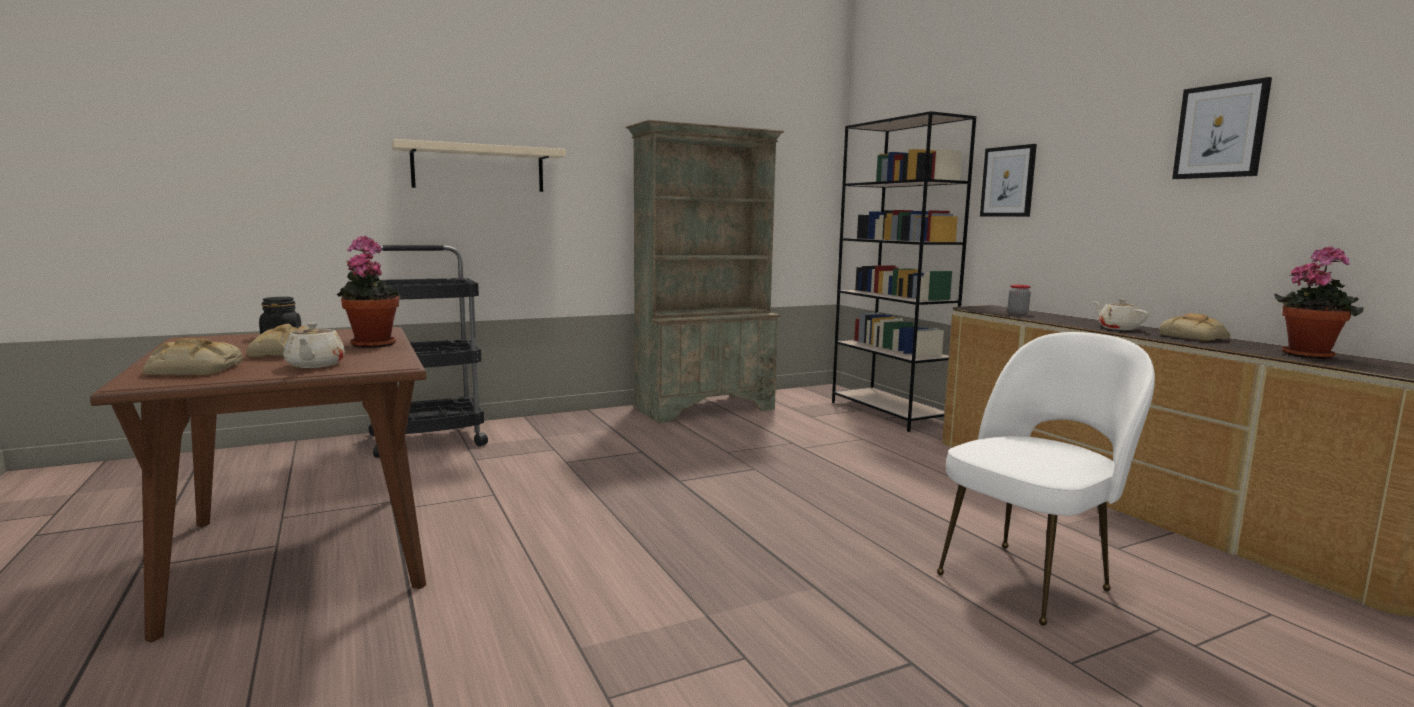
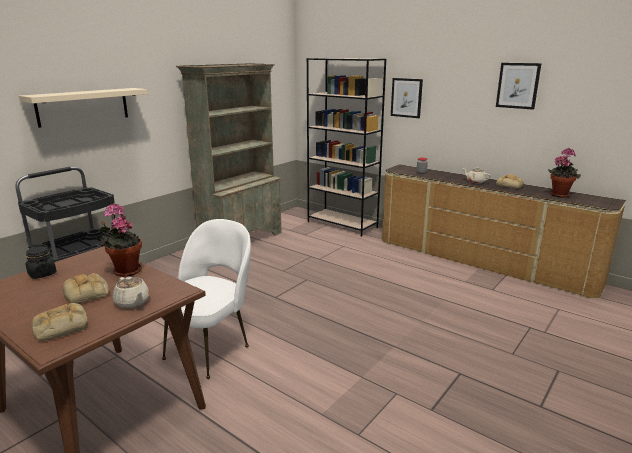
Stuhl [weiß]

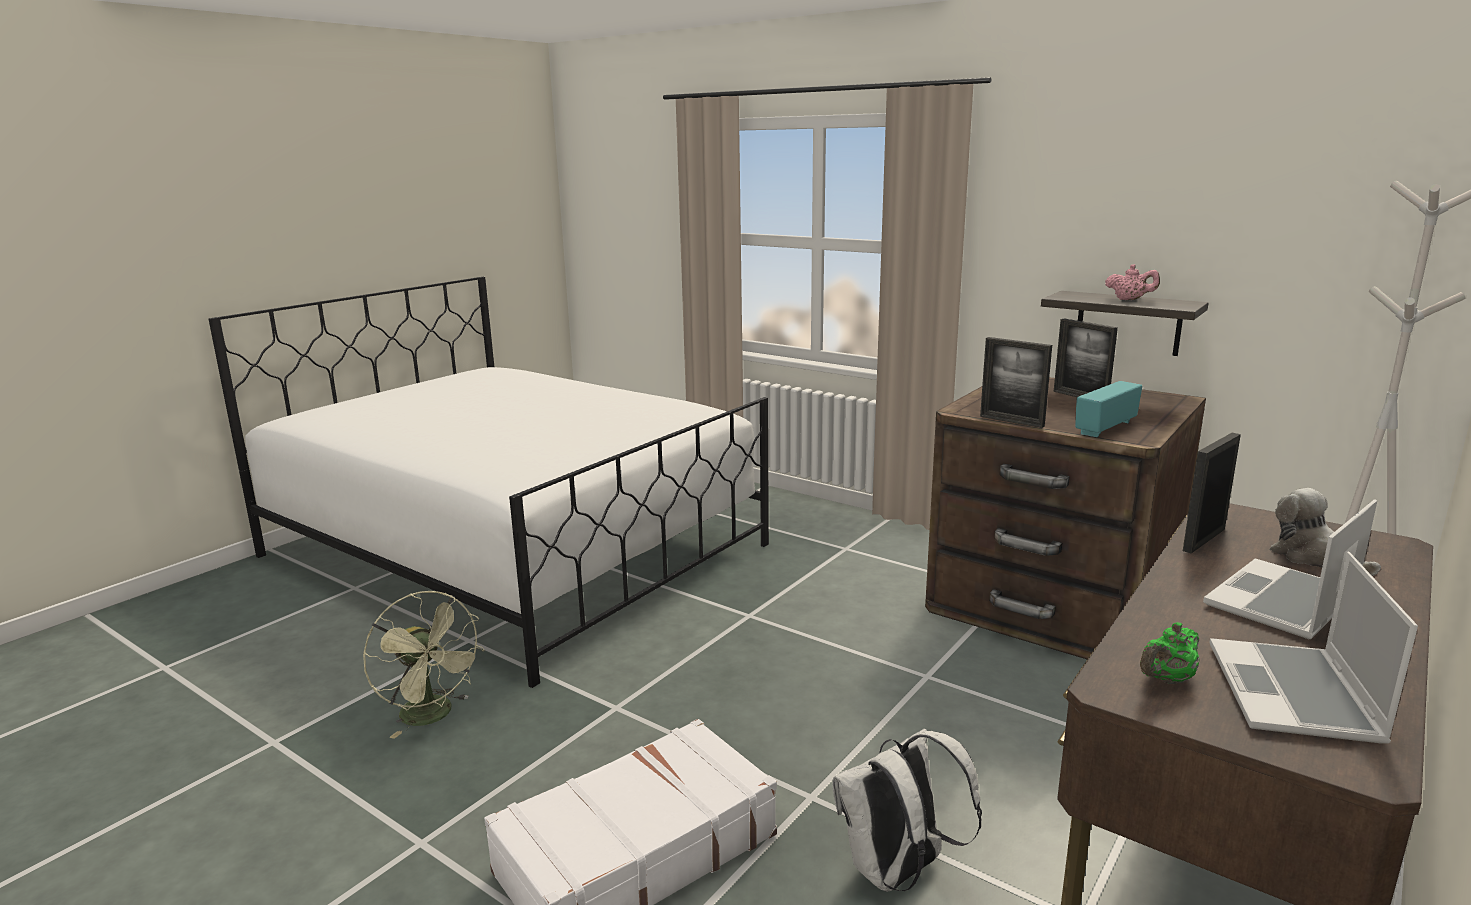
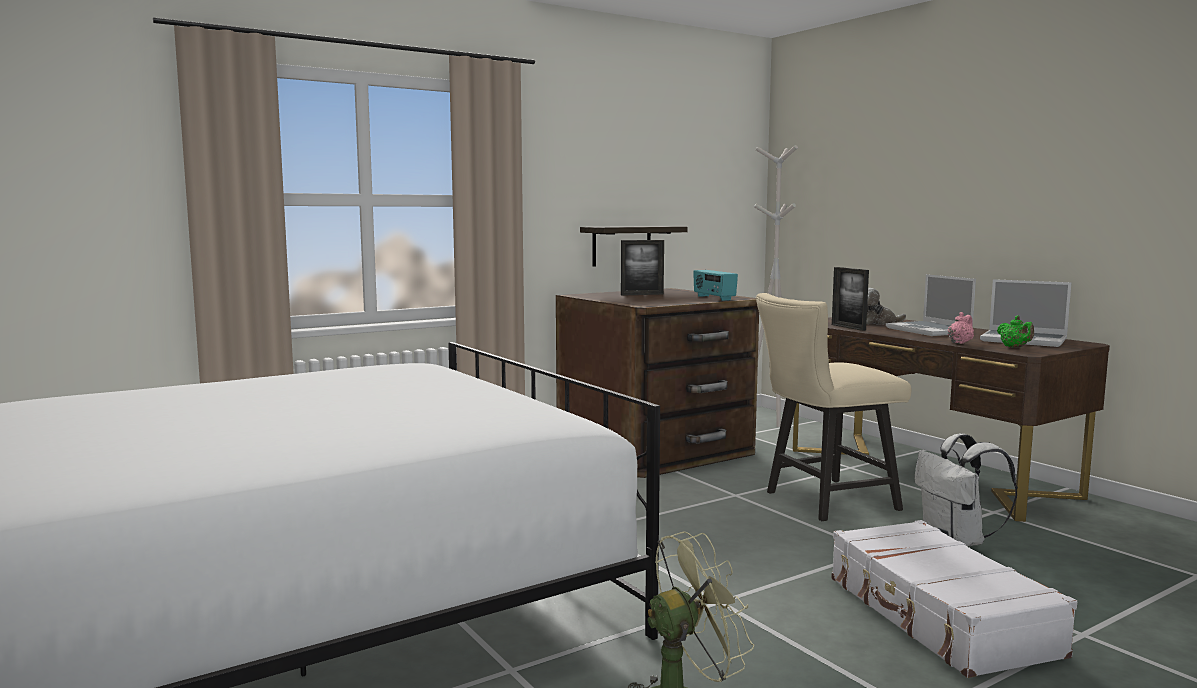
Bilderrahmen (no. 1 from left in the first image); Stuhl [beige]; Teekanne [rosa]

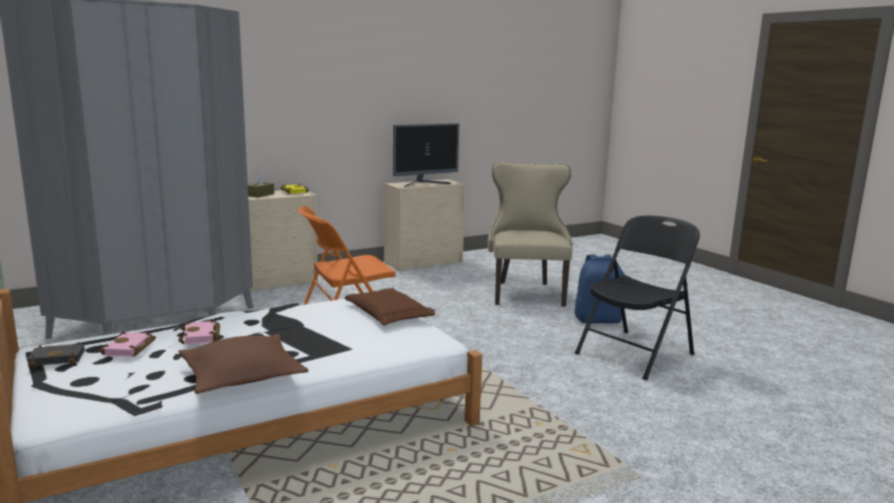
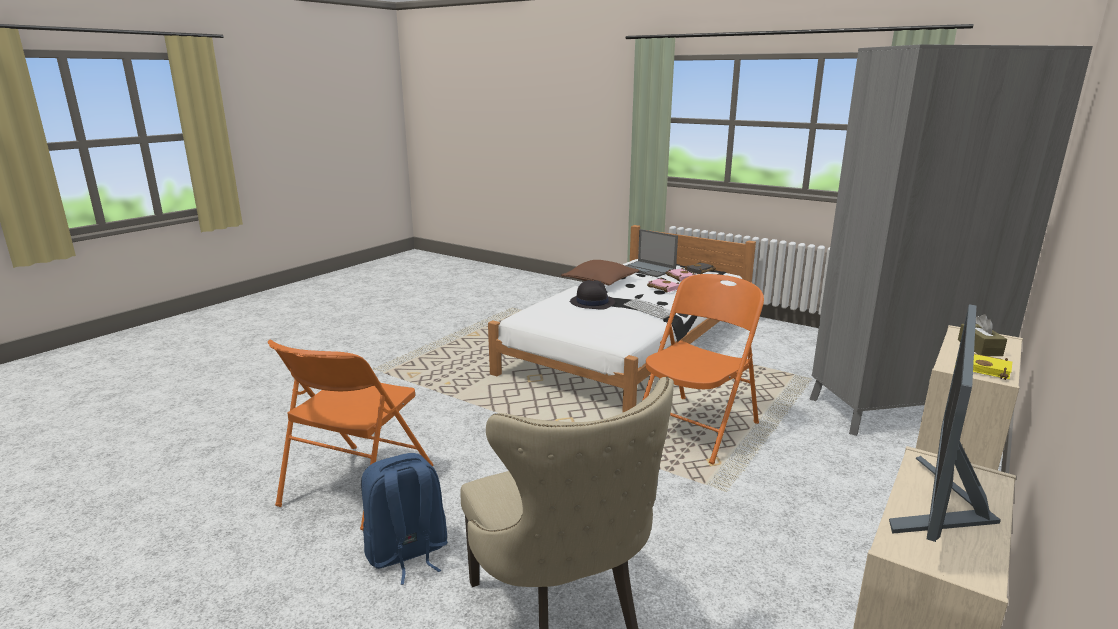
Kissen [braun] (no. 2 from left in the first image); Hut [schwarz]; Tastatur; Laptop; Stuhl [orange] (no. 1 from left)

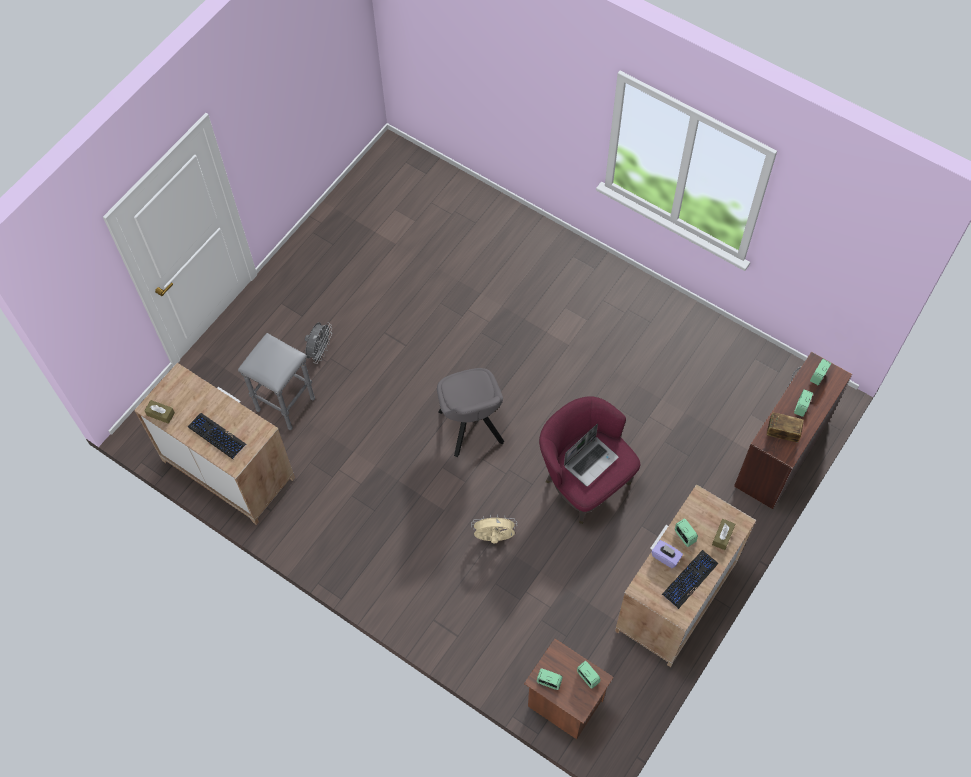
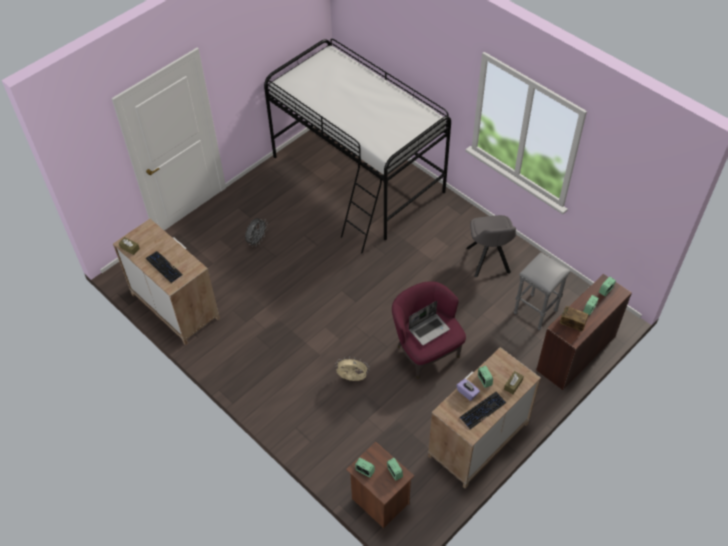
Bett [schwarz]; Hocker [grau]; Stuhl [grau]

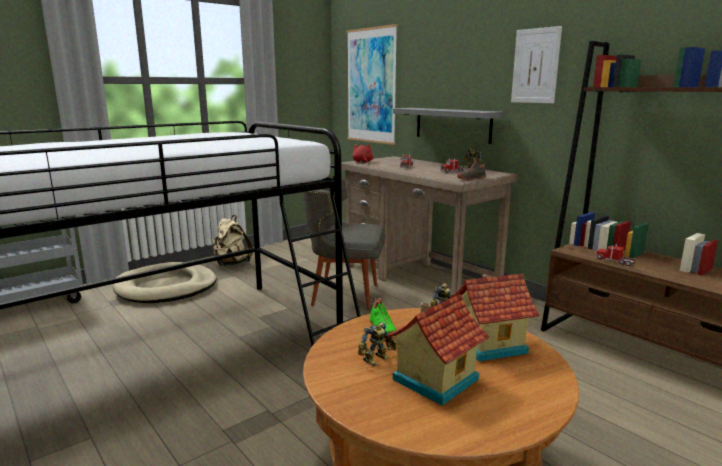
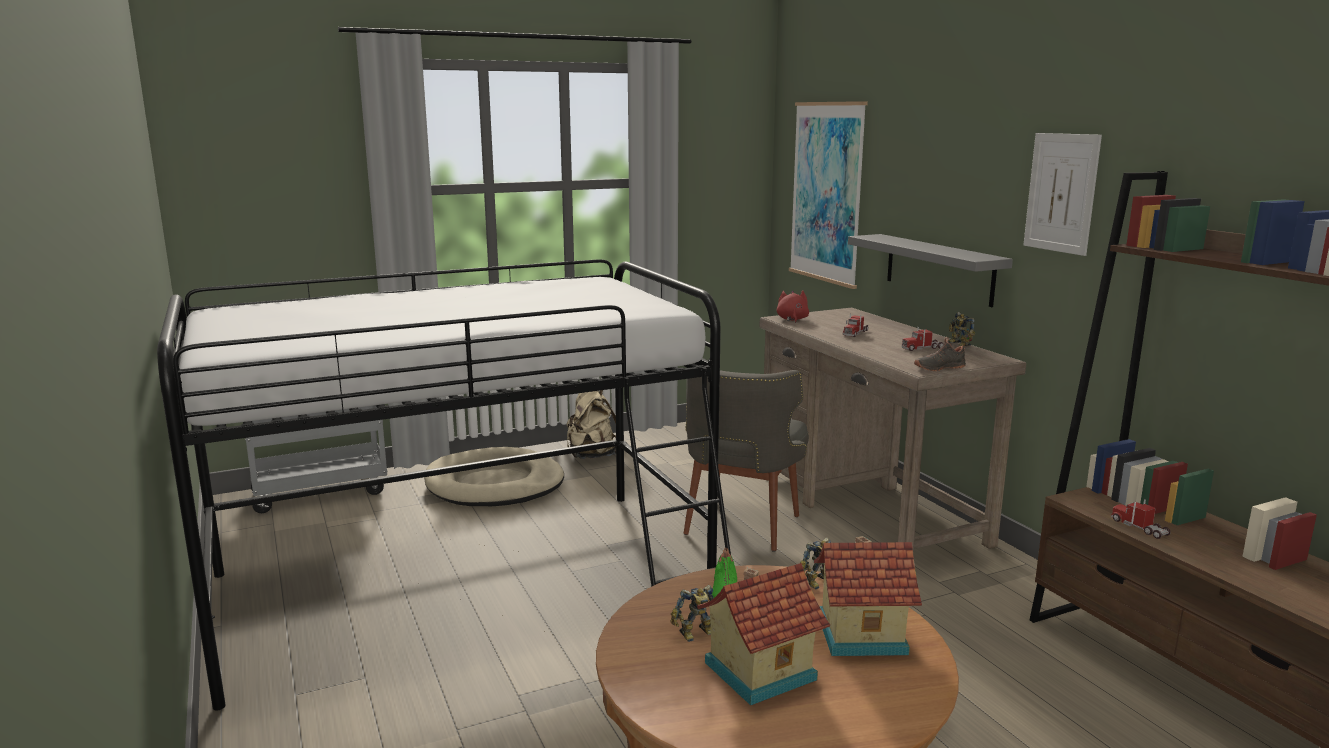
Stuhl [grau]

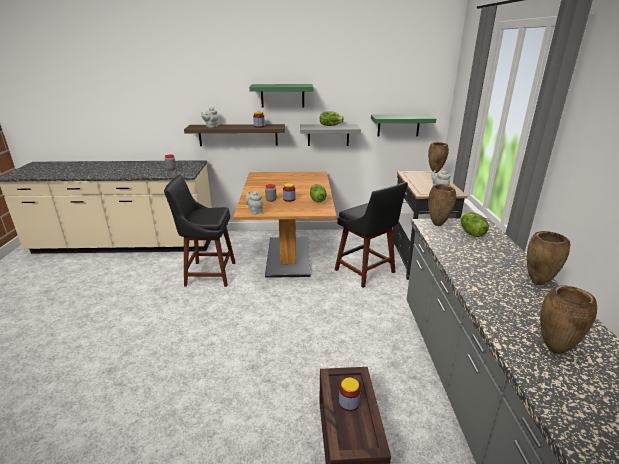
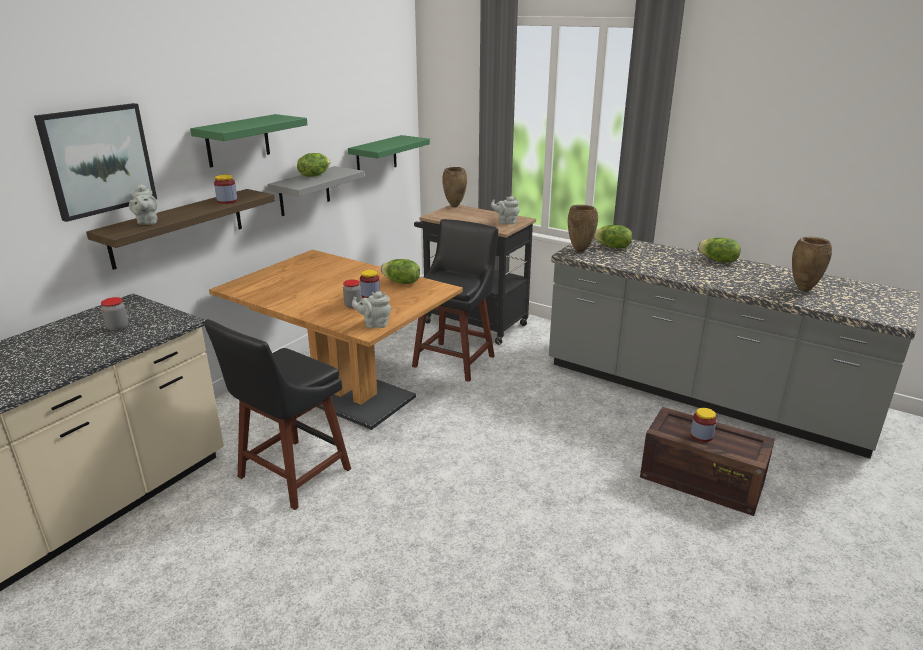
Bild; Salatkopf (no. 4 from left); Stuhl [schwarz] (no. 2 from left)

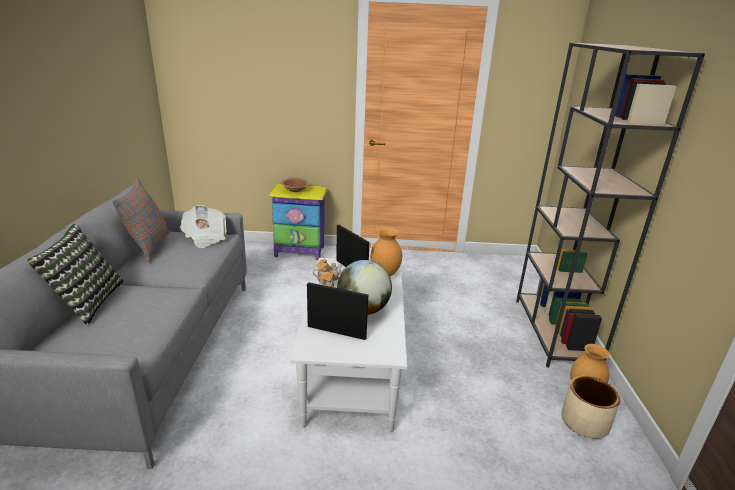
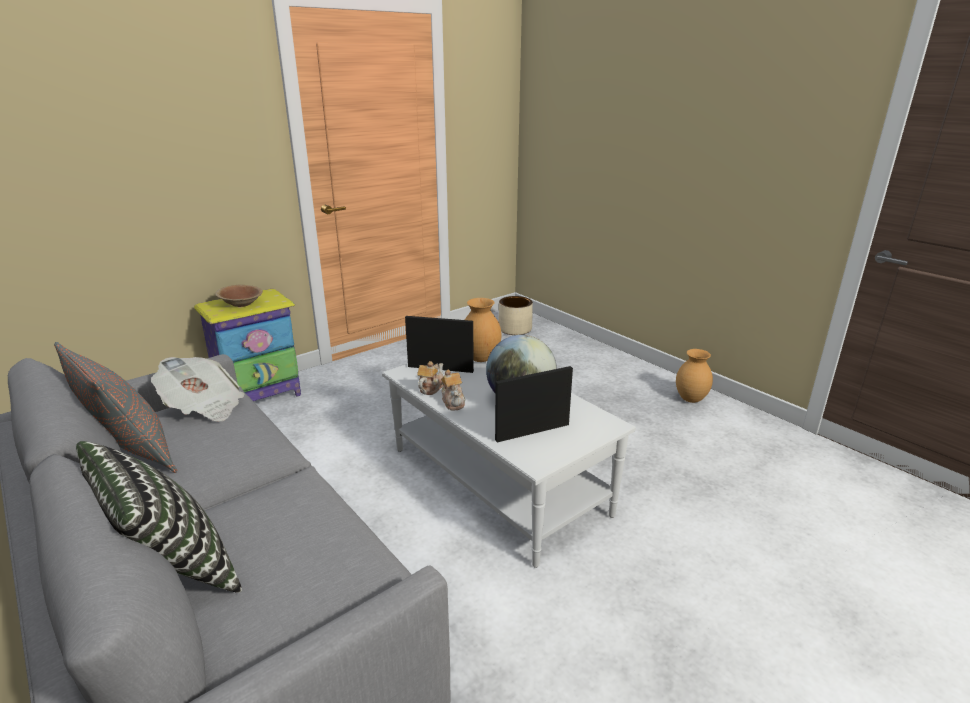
Bücherregal; Pflanzkübel [beige]

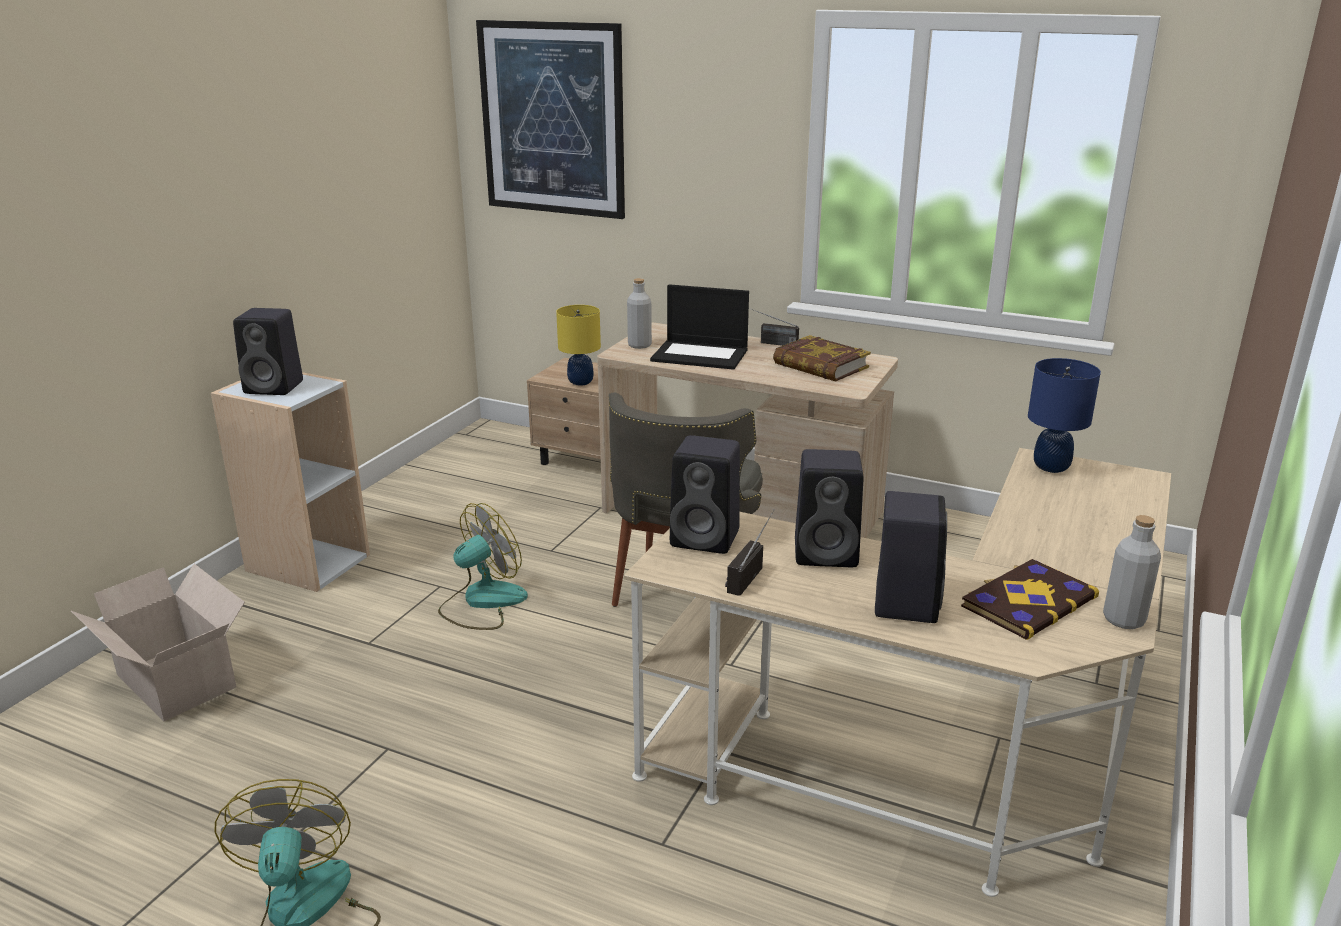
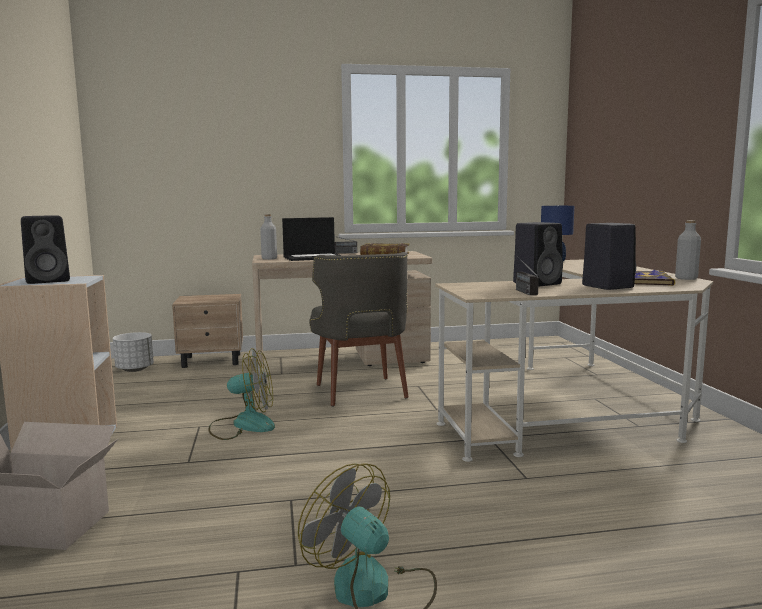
Bild; Tischlampe [gelb]; Lautsprecher [schwarz] (no. 2 from left in the first image); Pflanzkübel [weiß]; Ventilator (no. 1 from left)

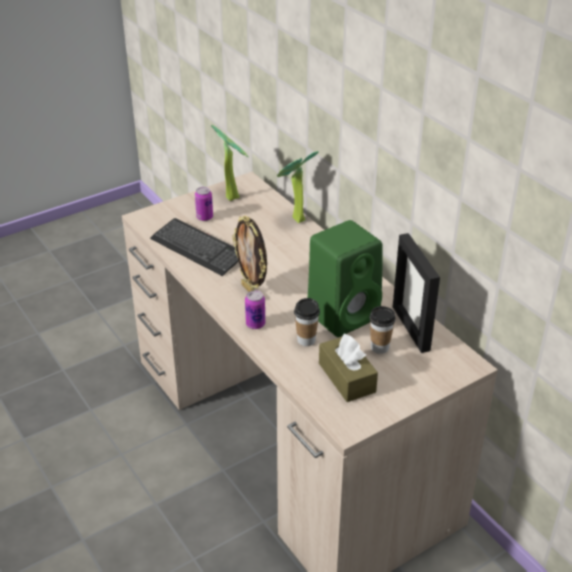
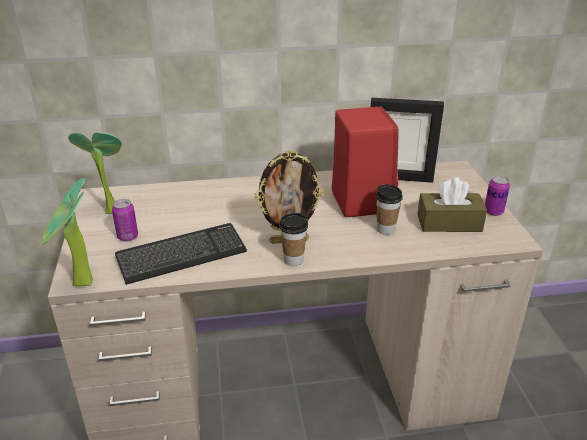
Dose (no. 2 from left); Topfpflanze (no. 1 from left); Tasse (no. 1 from left); Lautsprecher [rot]

